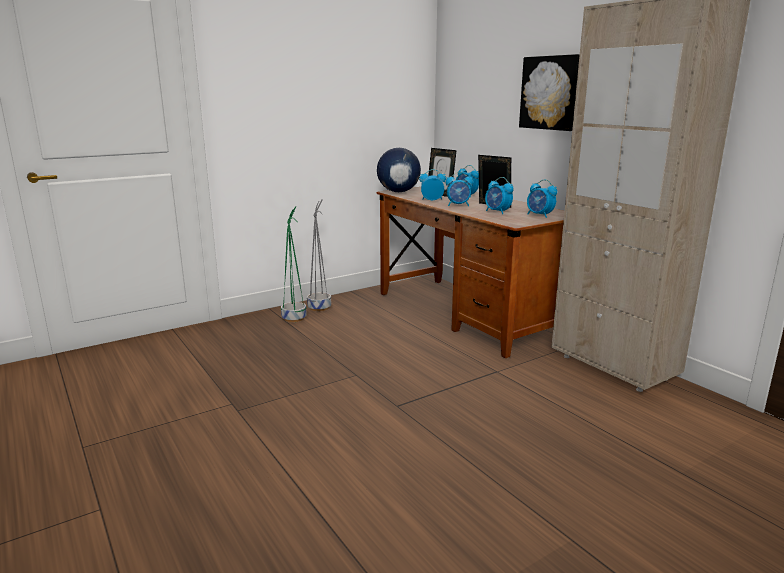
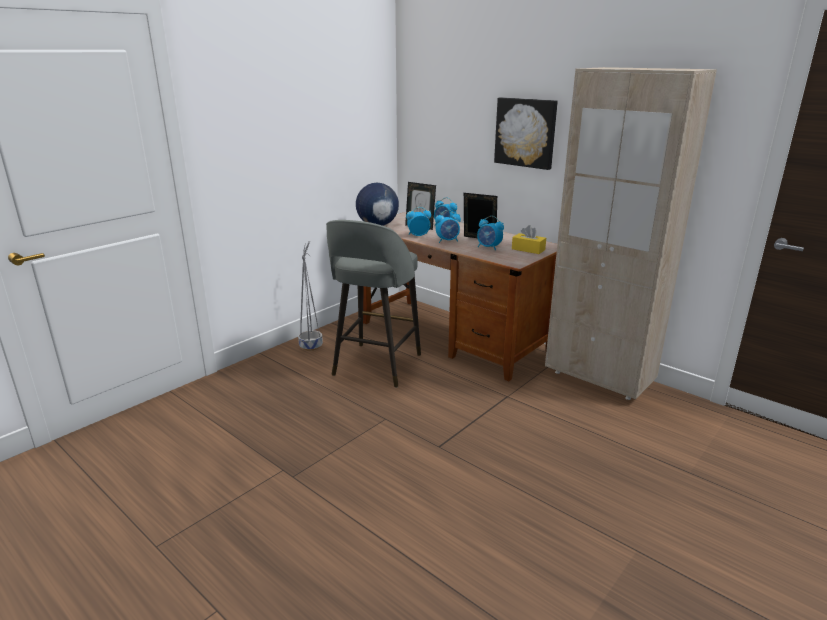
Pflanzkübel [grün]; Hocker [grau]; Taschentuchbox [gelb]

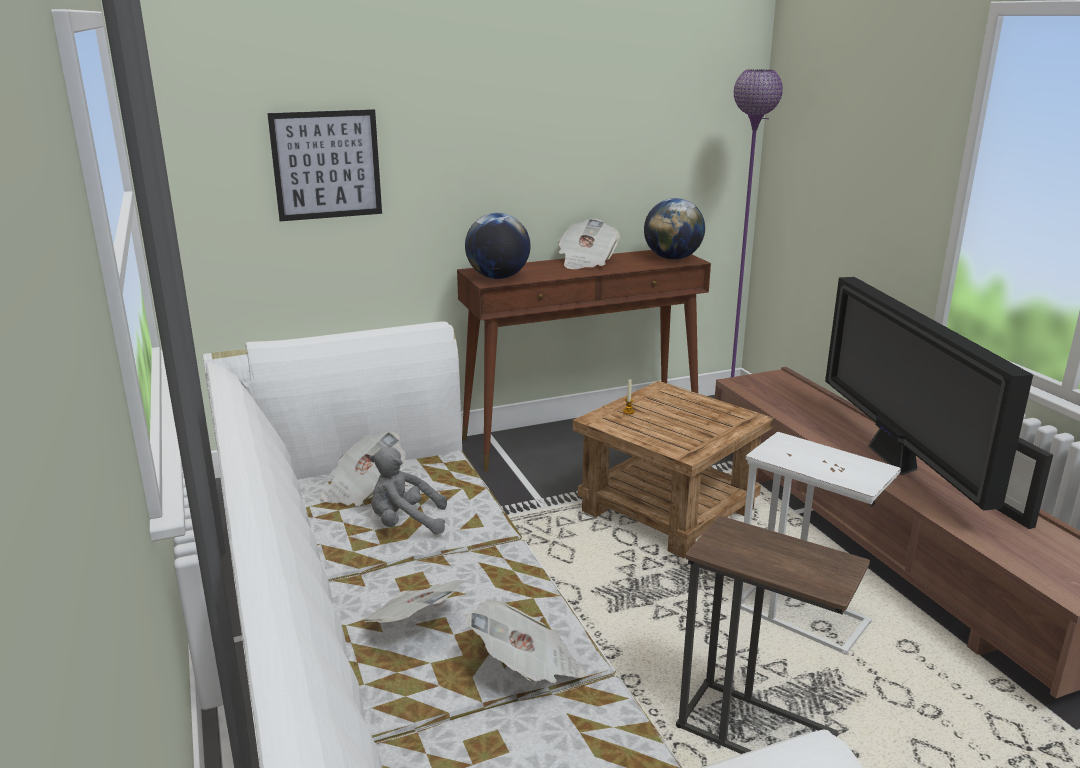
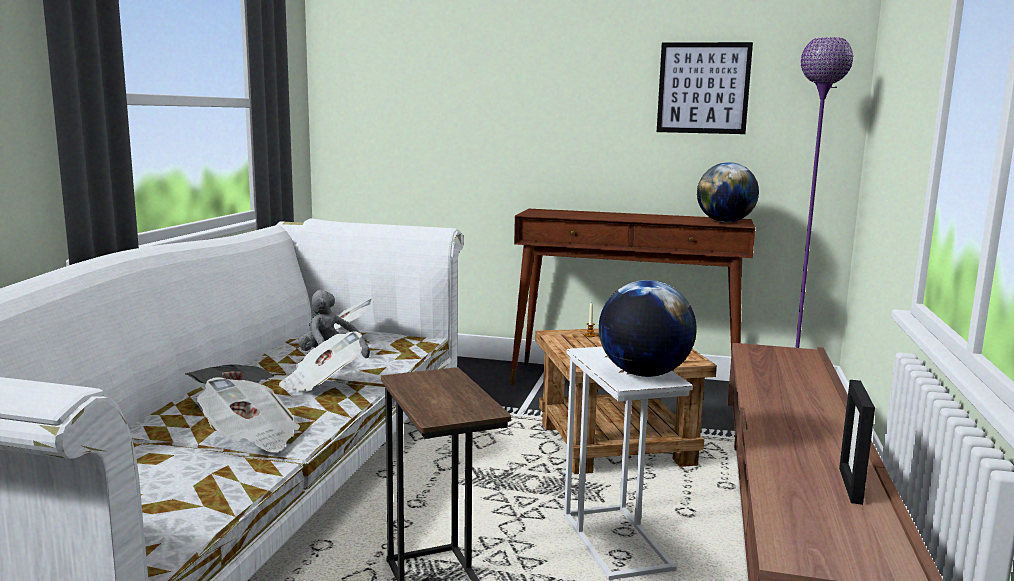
Fernseher; Bild; Globus (no. 1 from left); Zeitung (no. 3 from left)

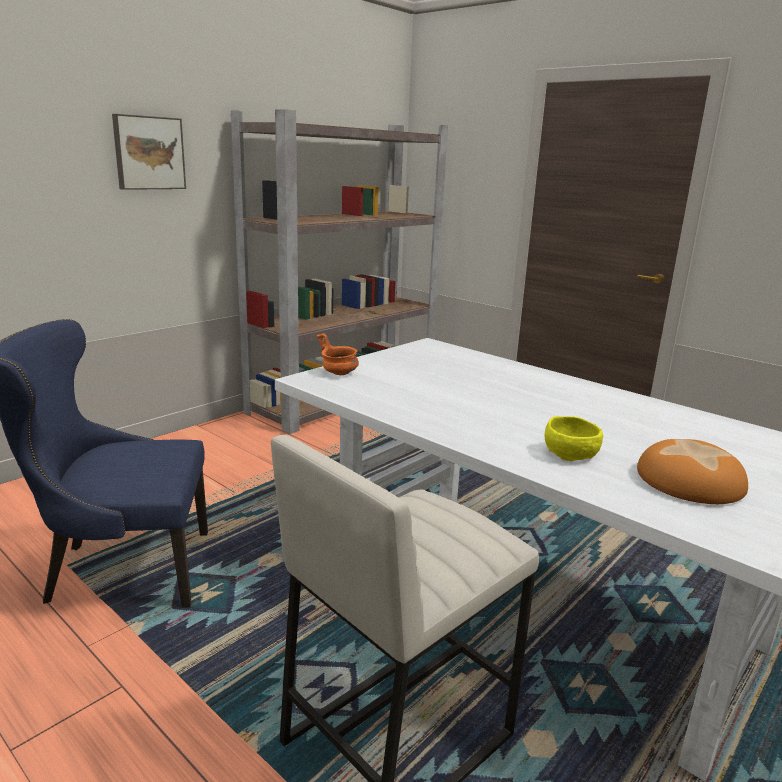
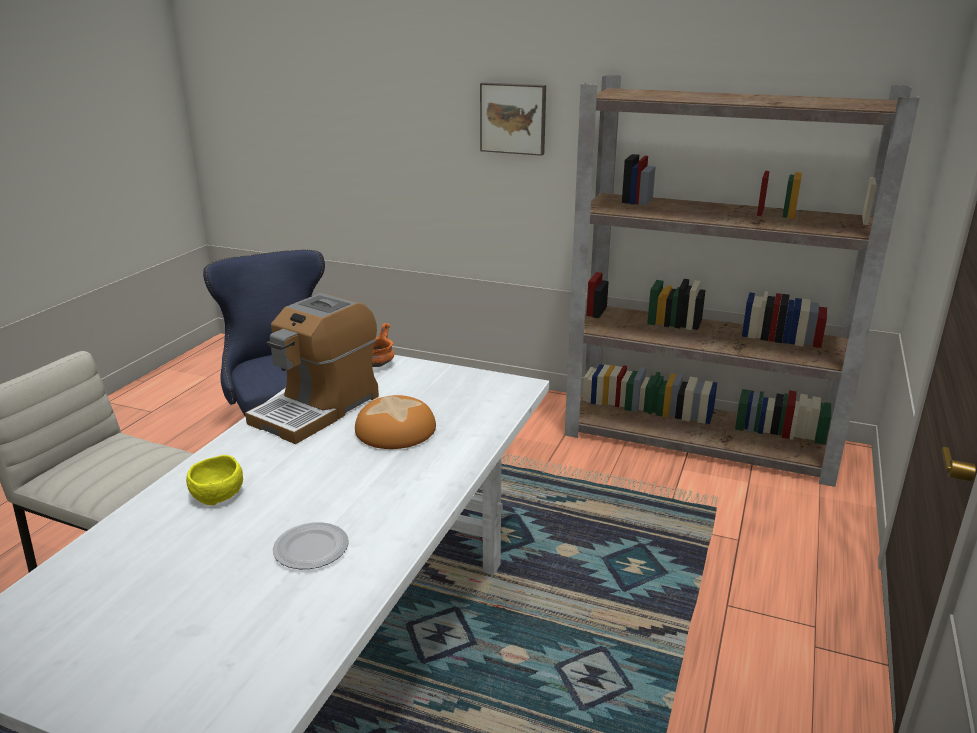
Kaffeemaschine; Teller; Brot

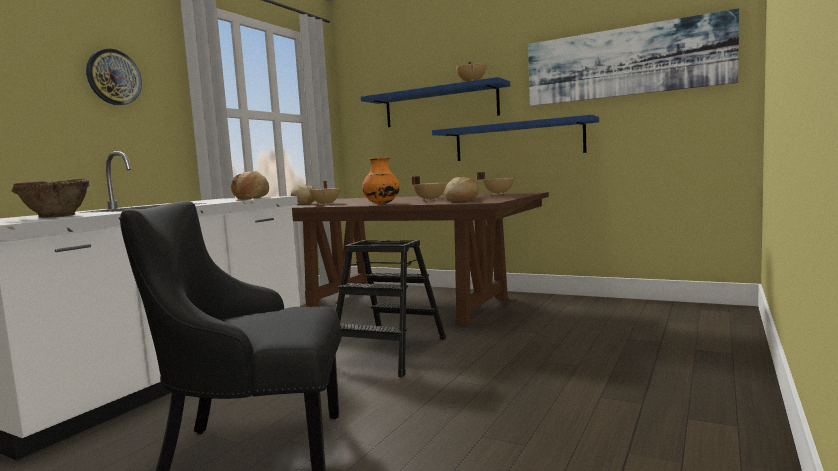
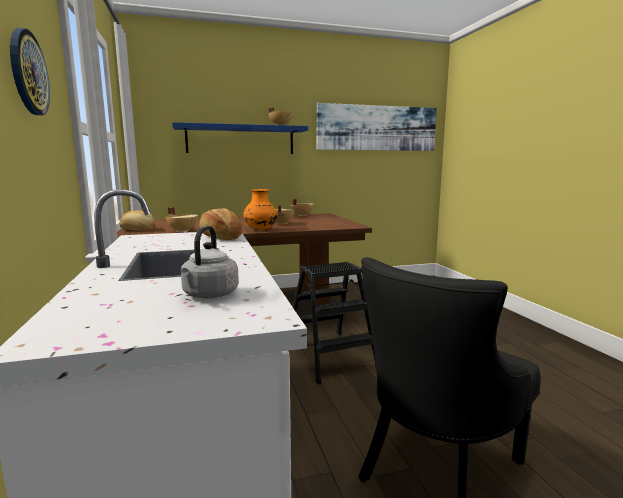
Wandregal [blau] (no. 2 from left in the first image); Brot (no. 3 from left in the first image); Wasserkessel [grau]

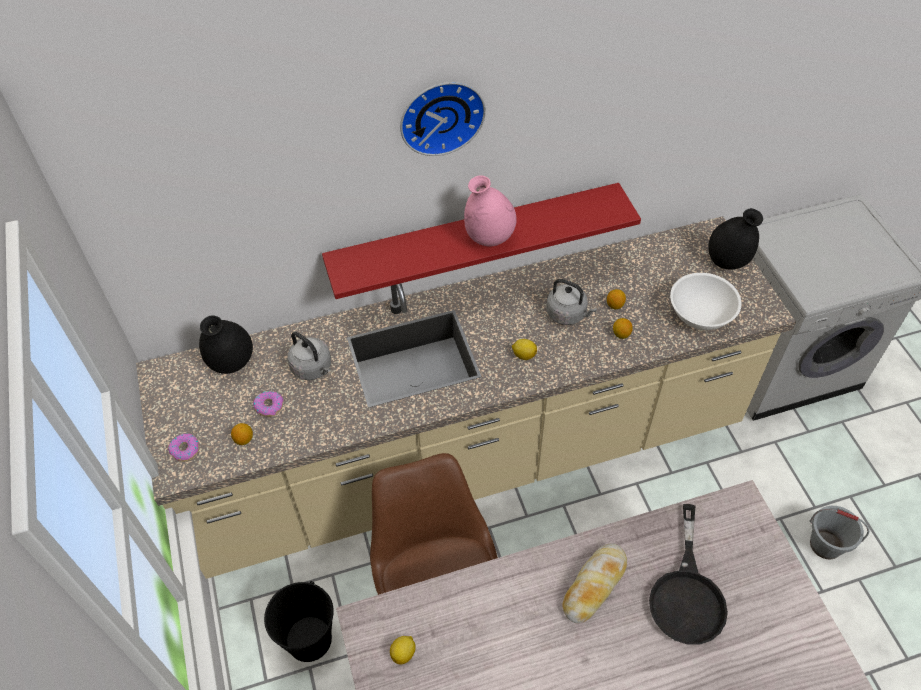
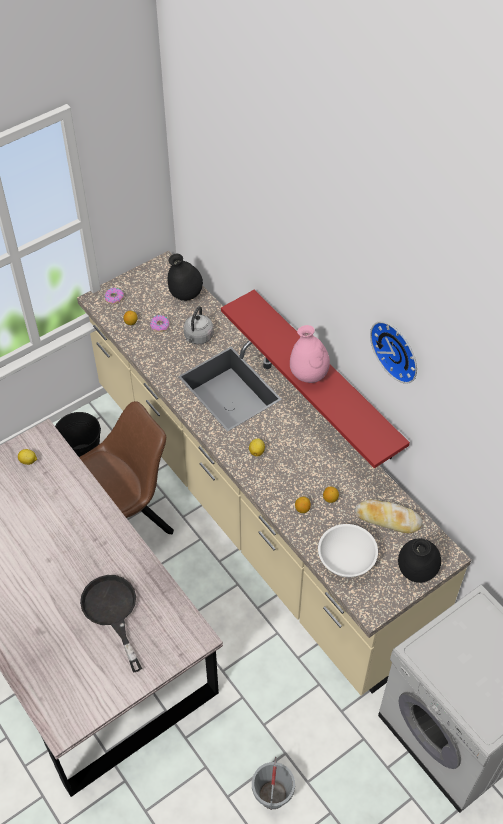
Wasserkessel [grau] (no. 2 from left in the first image); Wanduhr; Brot; Pfanne [schwarz]

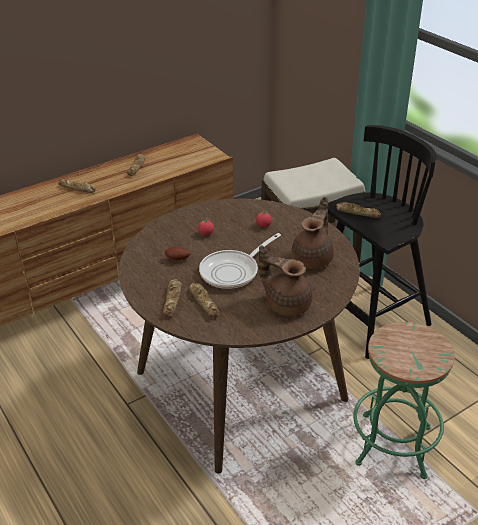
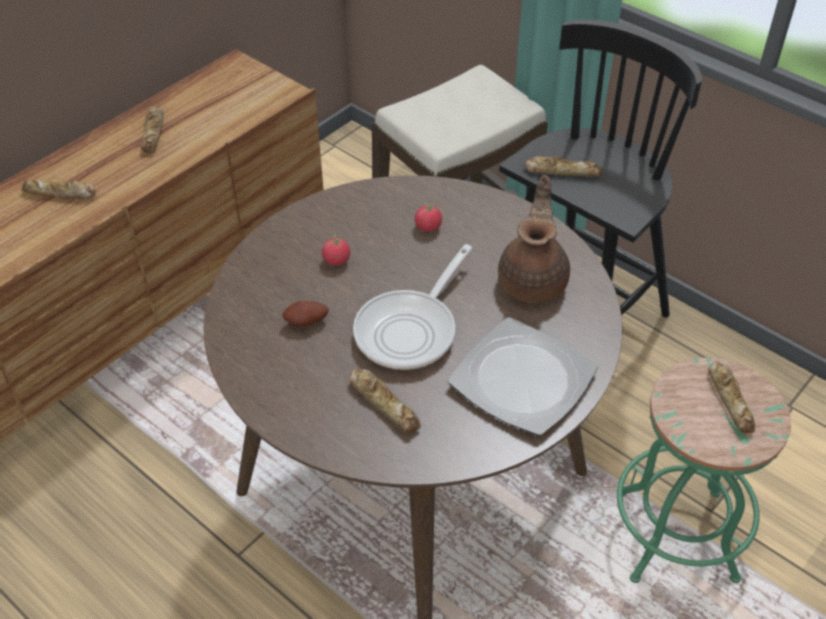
Brot (no. 5 from left); Teller

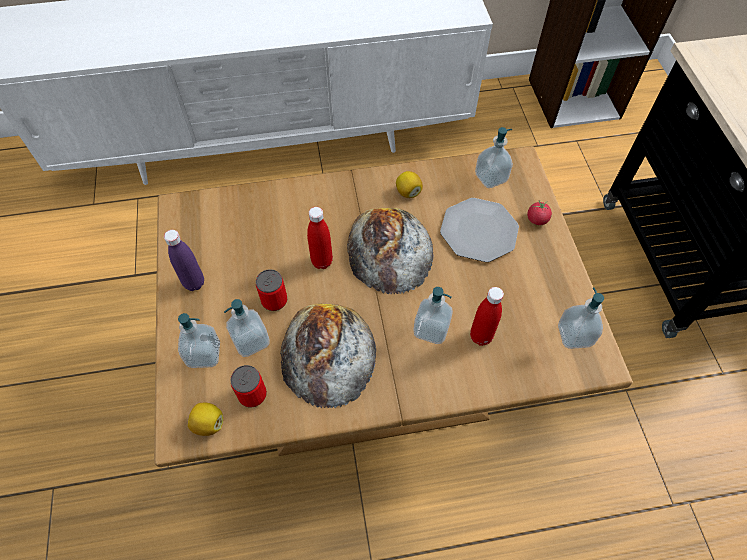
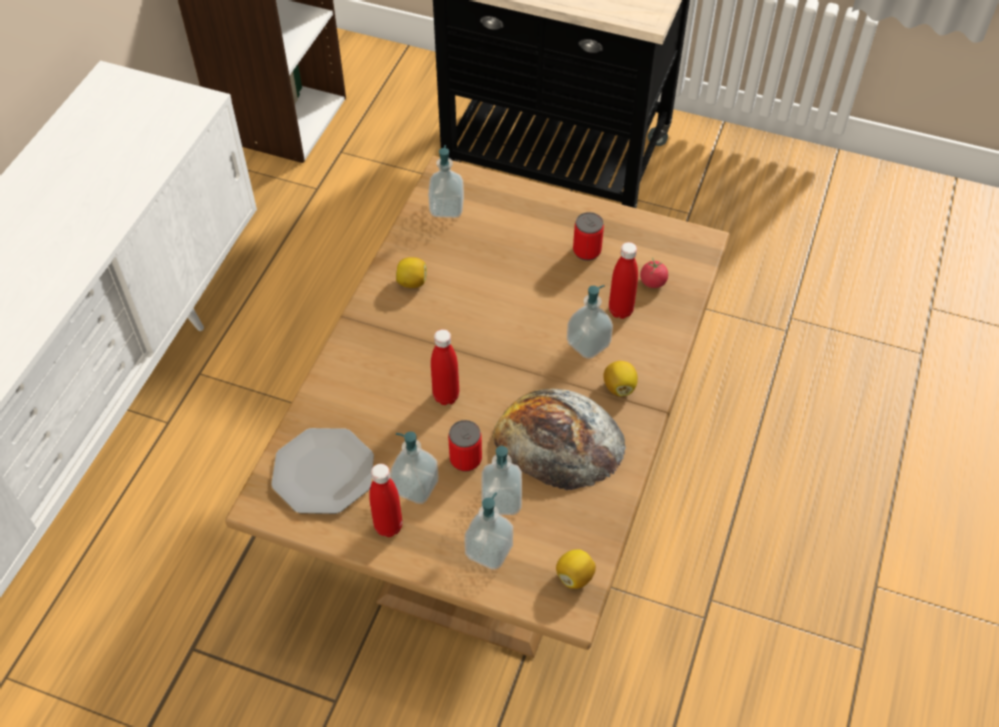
Brot (no. 2 from left in the first image); Zitrone (no. 3 from left); Dose (no. 2 from left); Teller; Tomate; Seifenspender (no. 1 from left); Flasche [rot] (no. 1 from left)

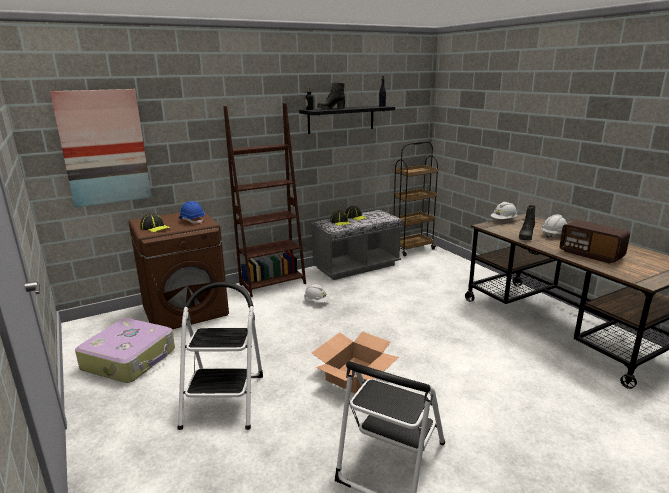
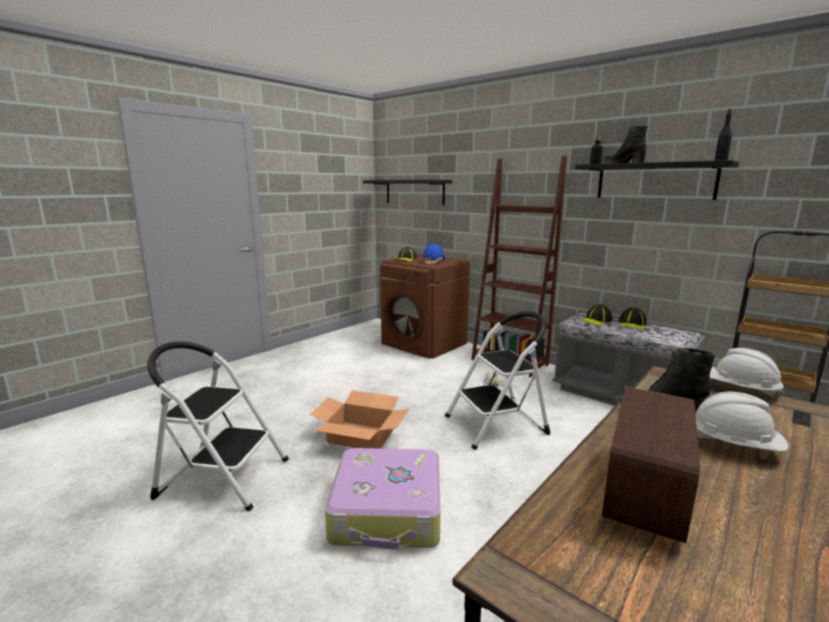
Koffer; Trittleiter (no. 2 from left); Wandregal [schwarz] (no. 1 from left)

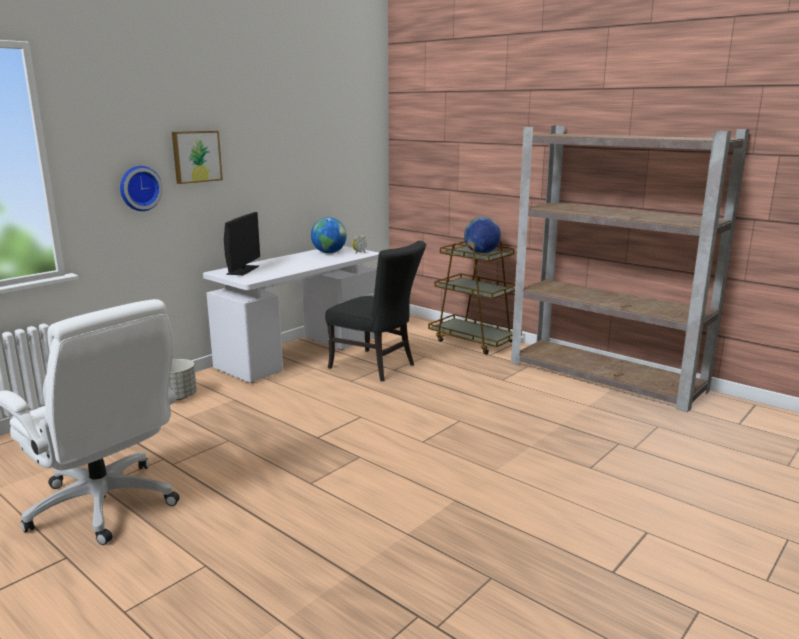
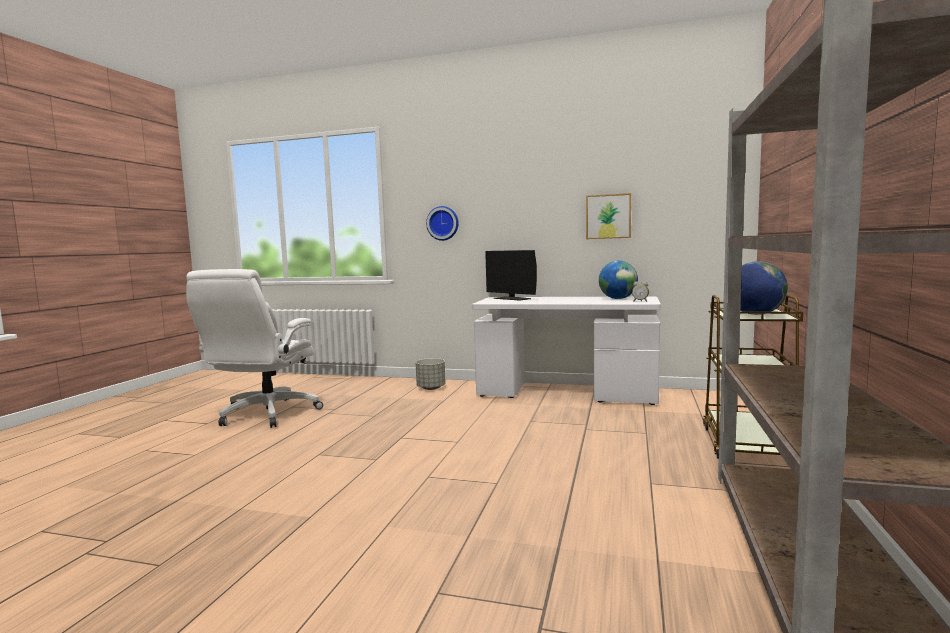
Stuhl [schwarz]; Bild; Monitor

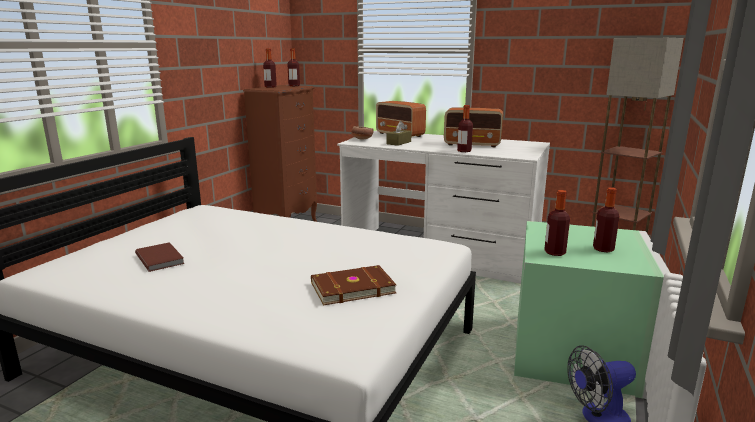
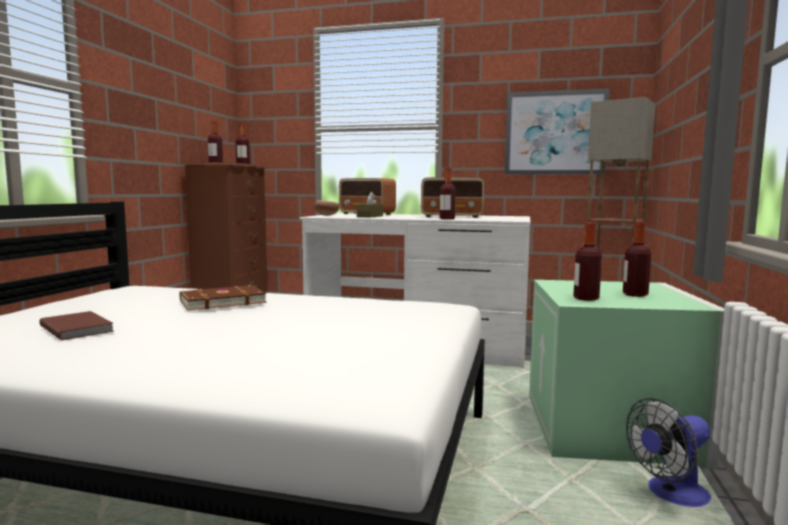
Bild; Buch [braun] (no. 2 from left)

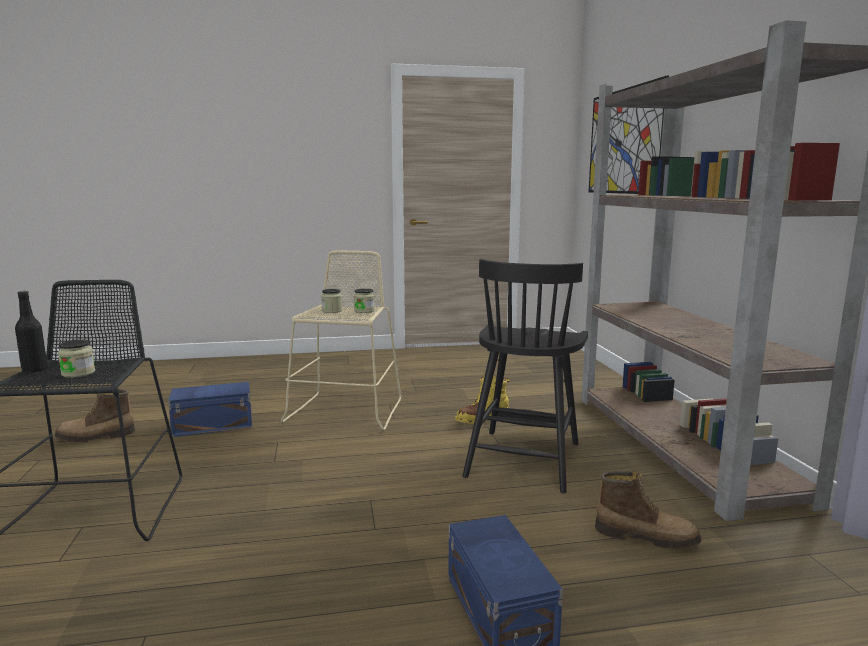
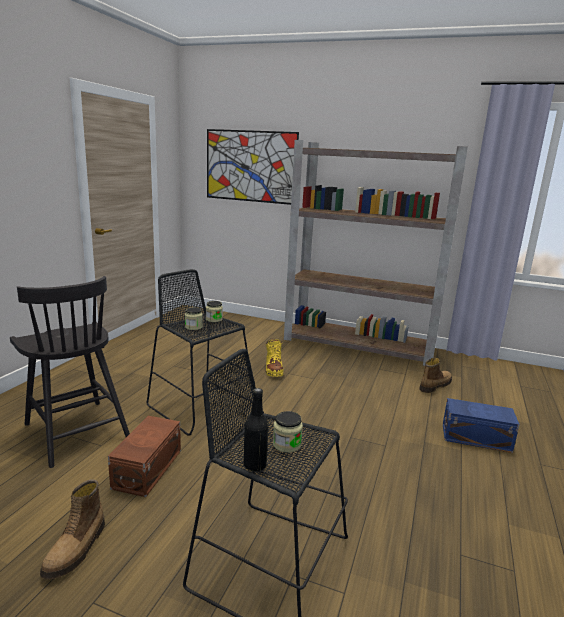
Stuhl [schwarz]; Aufbewahrungsbox [braun]; Hocker [schwarz] (no. 1 from left)

